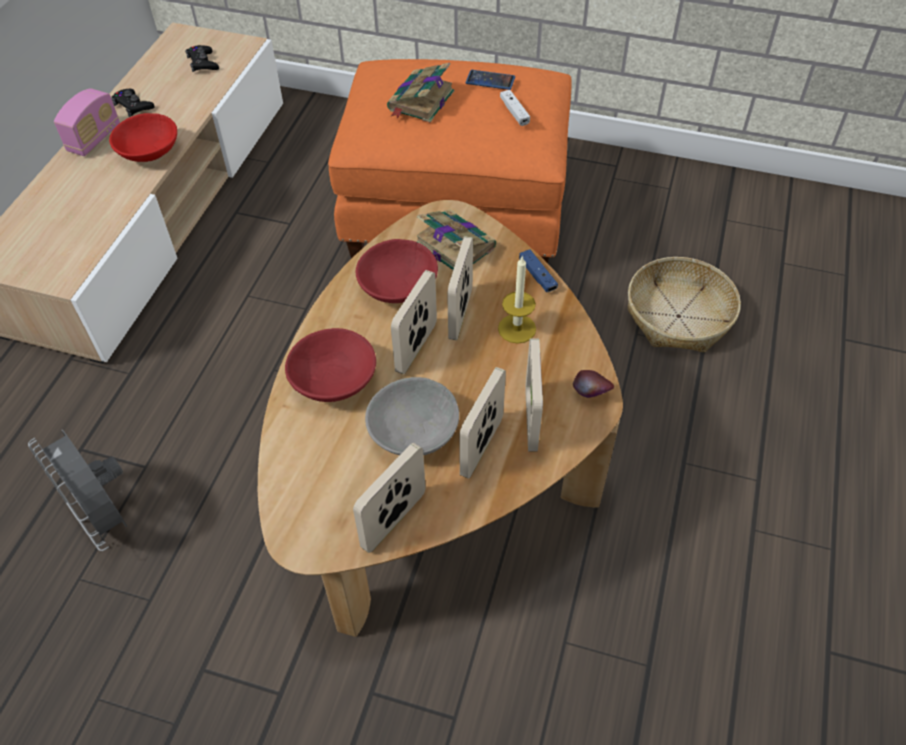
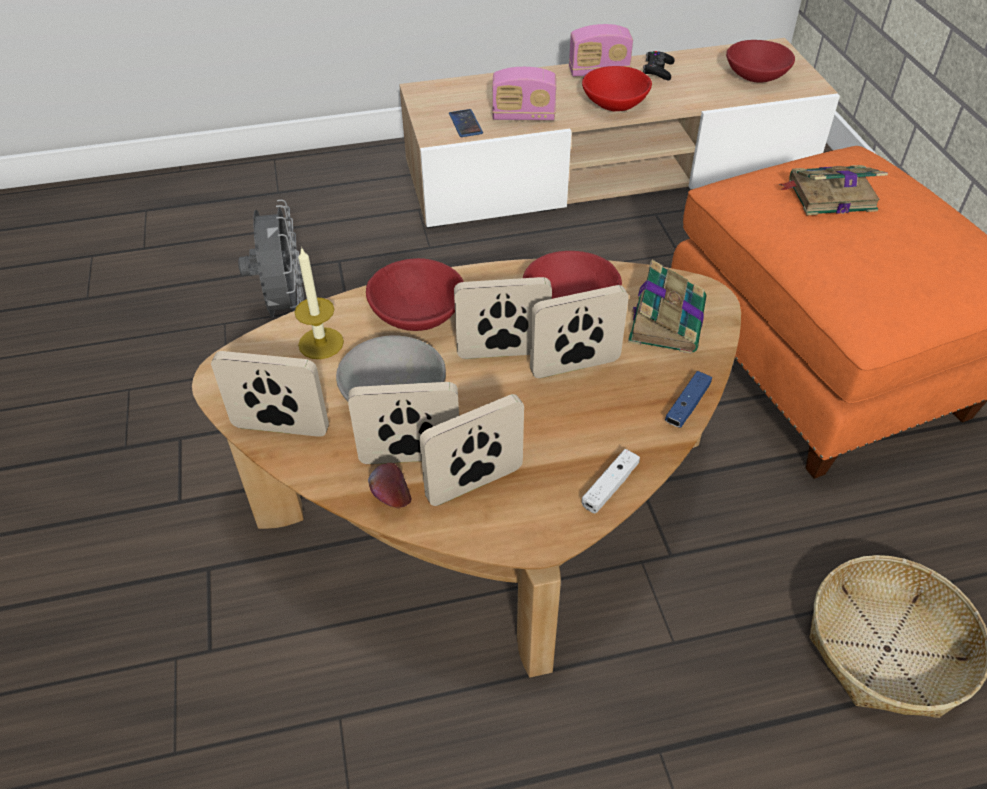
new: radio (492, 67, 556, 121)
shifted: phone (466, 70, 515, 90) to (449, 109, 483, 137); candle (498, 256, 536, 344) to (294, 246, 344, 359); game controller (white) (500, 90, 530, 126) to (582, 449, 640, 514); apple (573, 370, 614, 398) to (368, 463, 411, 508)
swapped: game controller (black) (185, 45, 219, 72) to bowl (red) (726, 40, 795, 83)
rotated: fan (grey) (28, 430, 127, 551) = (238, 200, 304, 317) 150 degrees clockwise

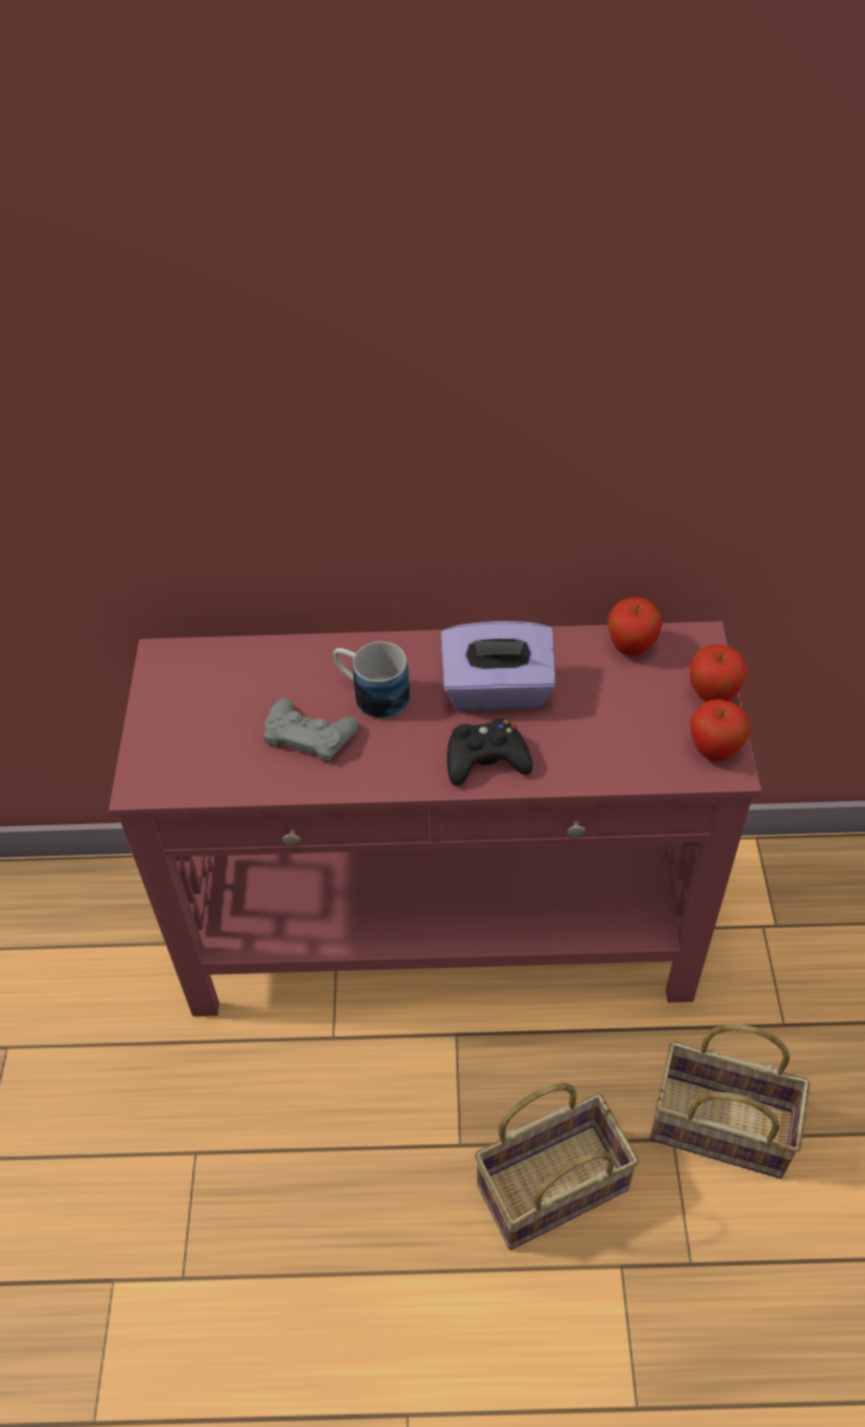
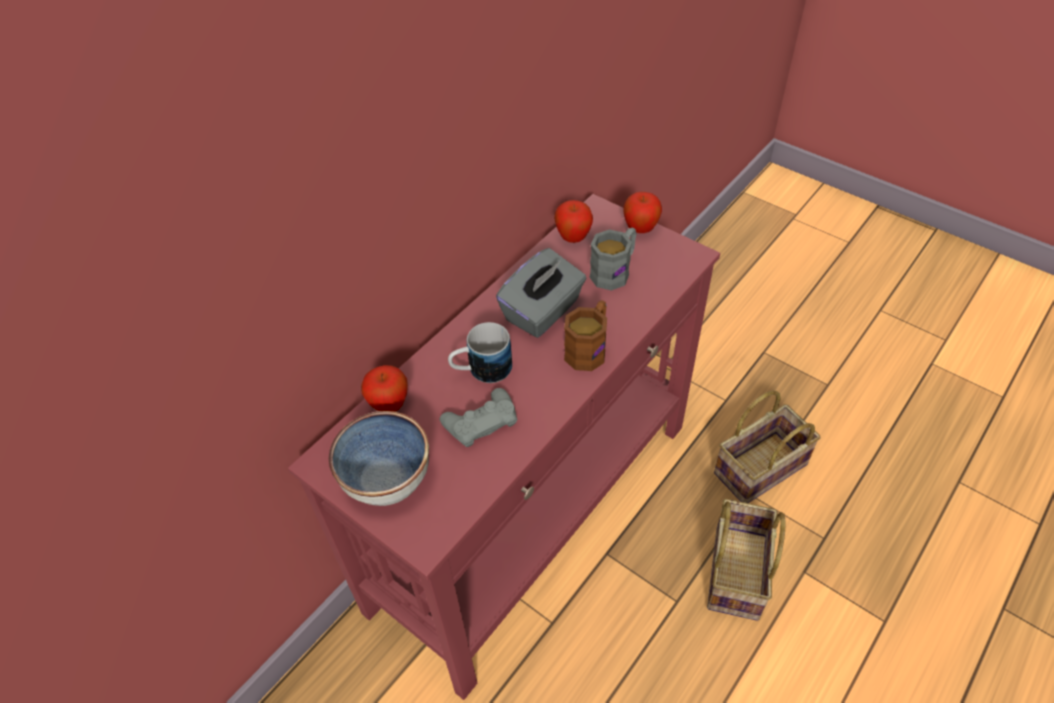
new: bowl (329, 411, 429, 506); mug (grey) (590, 228, 636, 291)
shifted: apple (690, 699, 751, 761) to (361, 365, 408, 412)
swapped: game controller (black) (447, 719, 533, 786) to mug (brown) (564, 300, 607, 371)
repainted: tissue box (purple) (441, 621, 556, 710) to tissue box (grey) (496, 248, 586, 338)

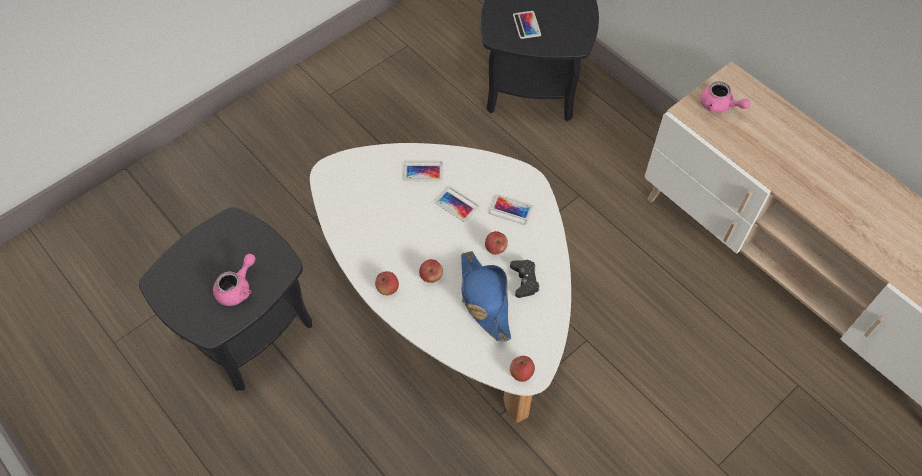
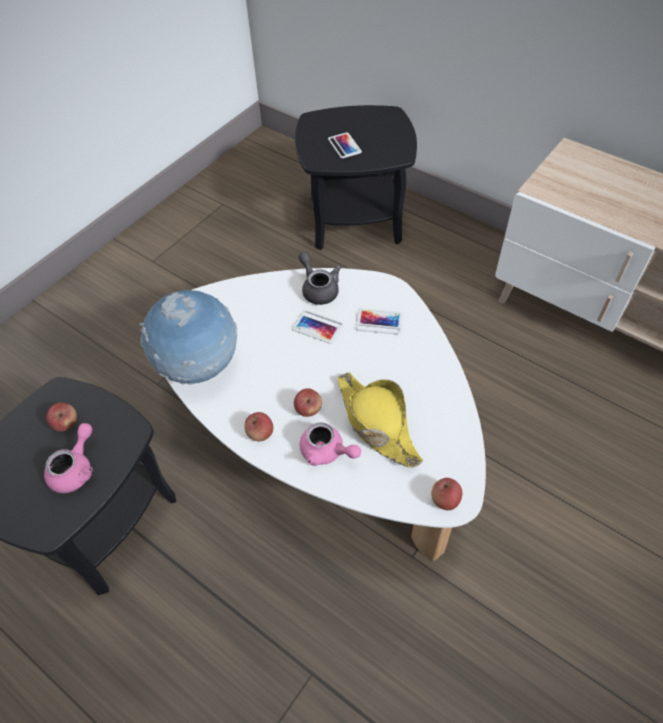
gone: phone (403, 161, 443, 181); game controller (black) (510, 260, 539, 298)
new: globe (140, 290, 237, 385); teapot (grey) (299, 252, 341, 305)
shifted: apple (485, 231, 508, 255) to (46, 403, 77, 432); teapot (pink) (700, 81, 751, 113) to (300, 422, 361, 466)
repainted: hat (blue) (461, 251, 511, 342) to hat (yellow) (338, 372, 423, 468)

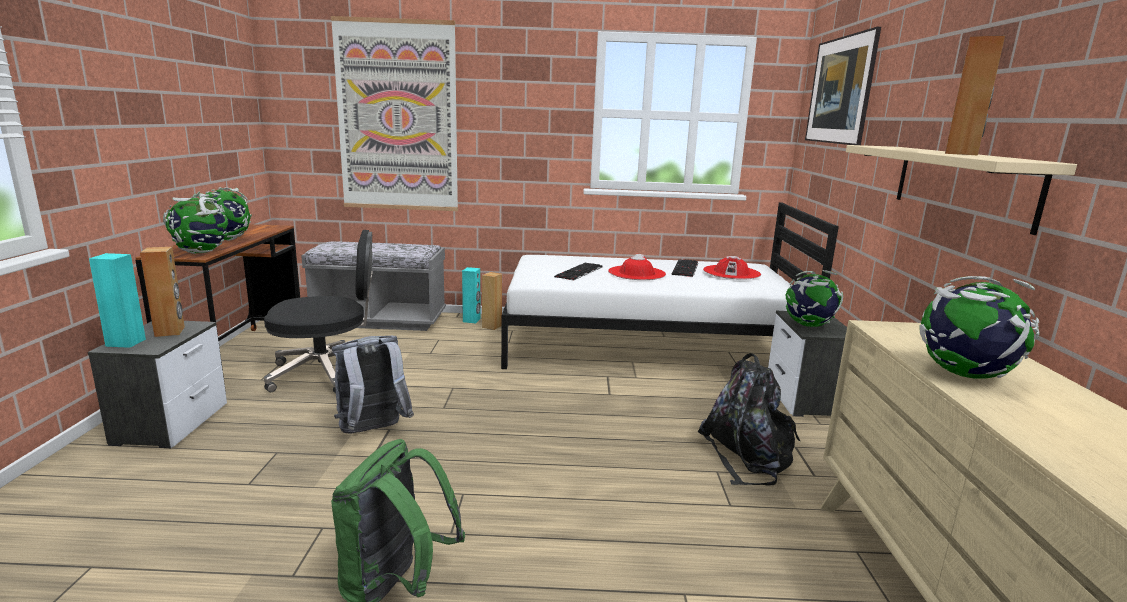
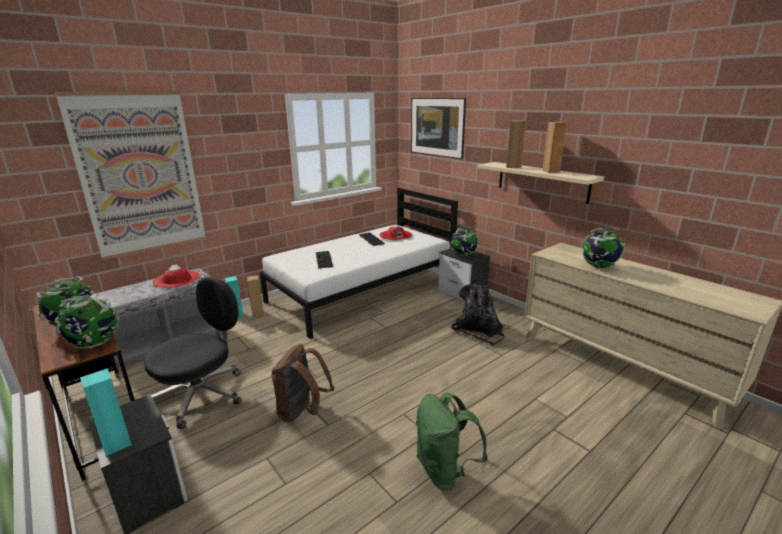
shifted: speaker (brown) (140, 247, 185, 337) to (506, 120, 526, 169); hat (red) (608, 254, 666, 280) to (152, 264, 200, 288)
repainted: backpack (grey) (332, 336, 414, 434) to backpack (brown) (271, 344, 334, 423)

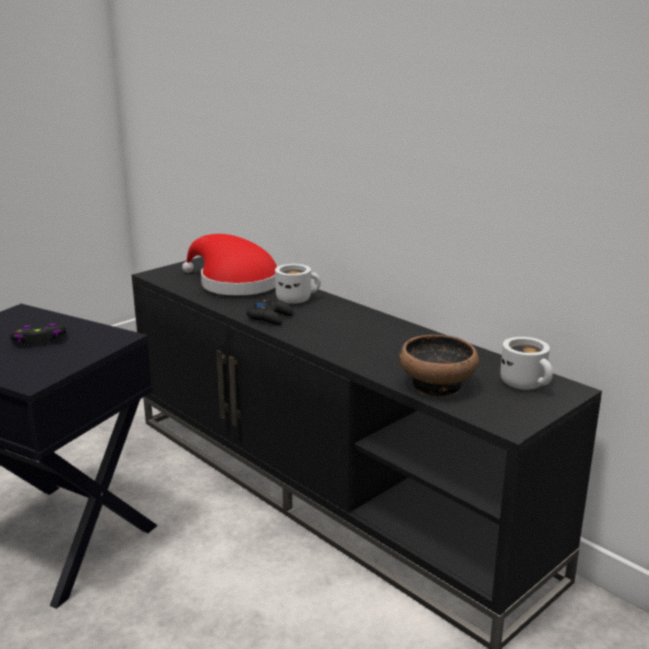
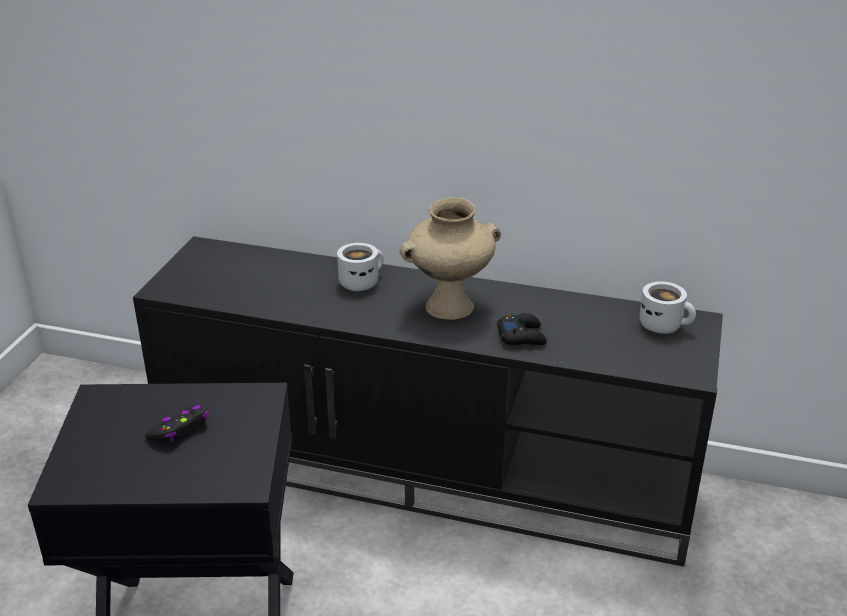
gone: hat (red) (182, 234, 278, 295); bowl (399, 334, 479, 396)
new: vase (beige) (400, 198, 501, 320)
shifted: game controller (black) (246, 300, 294, 325) to (497, 313, 547, 345)

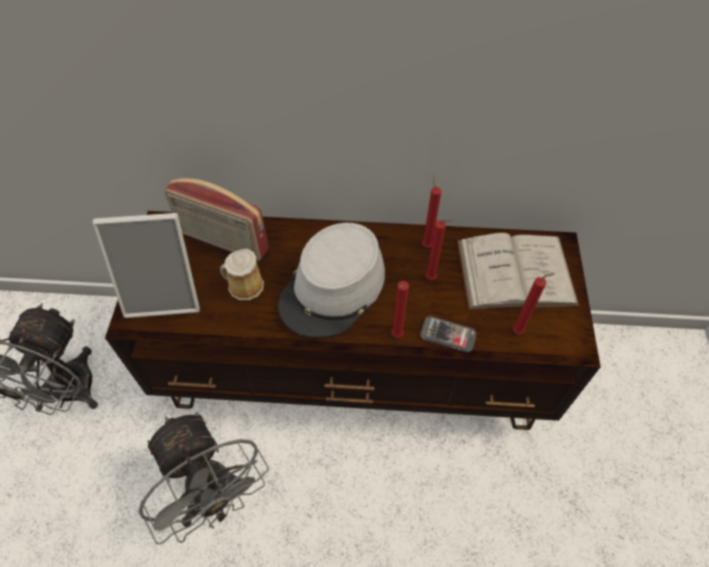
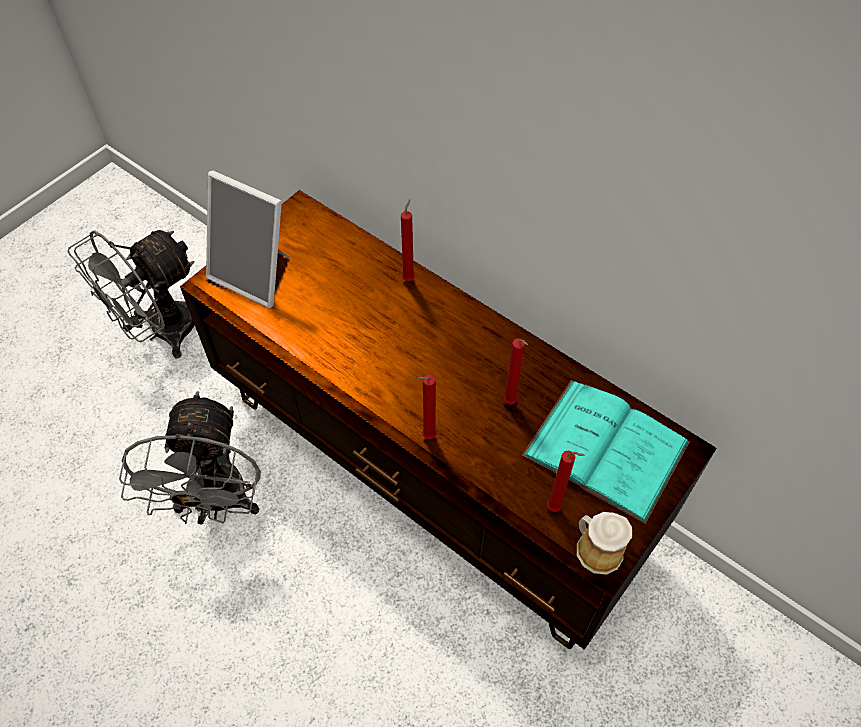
gone: radio (164, 178, 269, 261); hat (grey) (278, 223, 385, 338); phone (420, 316, 477, 352)
shifted: mug (220, 248, 264, 300) to (577, 512, 632, 575); candle (red) (422, 176, 441, 248) to (401, 199, 415, 281)
repainted: book (white) (458, 233, 579, 309) to book (turquoise) (522, 381, 689, 524)

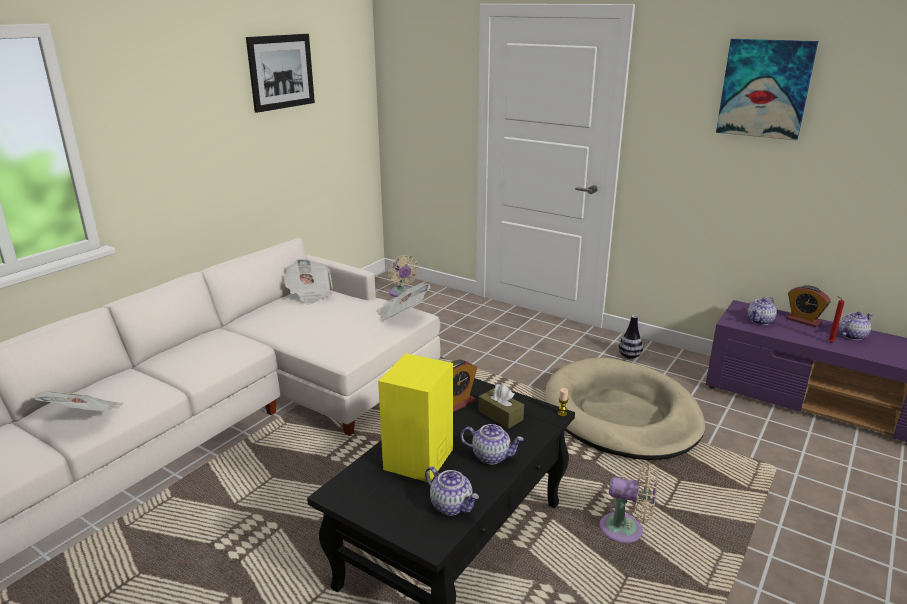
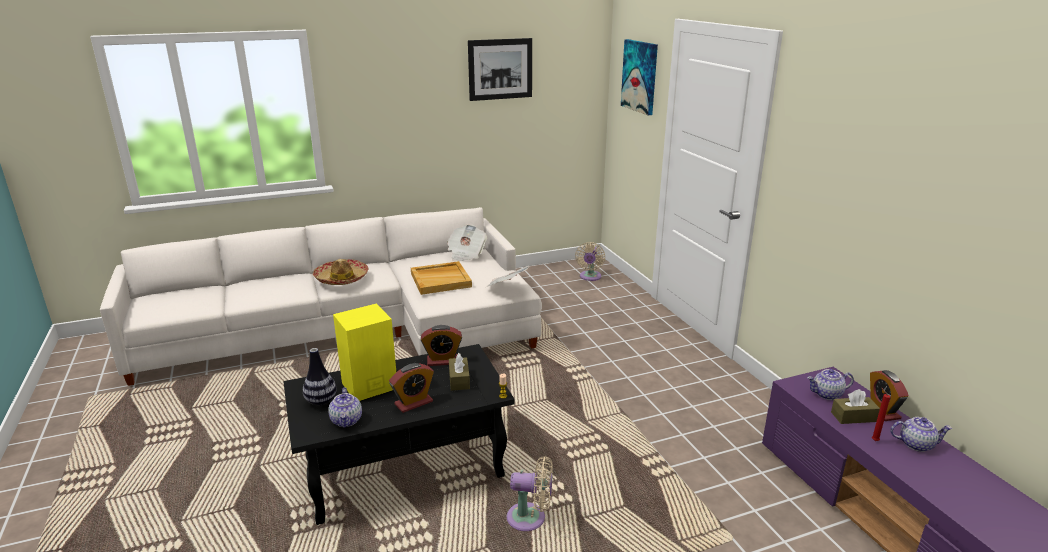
gone: newspaper (34, 391, 123, 411); dog bed (beige) (545, 358, 705, 460)
new: hat (313, 259, 368, 285); tray (beige) (411, 261, 472, 295); tissue box (brown) (831, 389, 880, 424)
shifted: vase (618, 315, 643, 359) to (303, 348, 336, 405); picture (716, 39, 818, 140) to (621, 39, 658, 115)
swapped: teapot (461, 424, 524, 464) to alarm clock (389, 363, 434, 413)
rotated: fan (beige) (600, 463, 657, 543) = (506, 456, 553, 531) 45 degrees counterclockwise

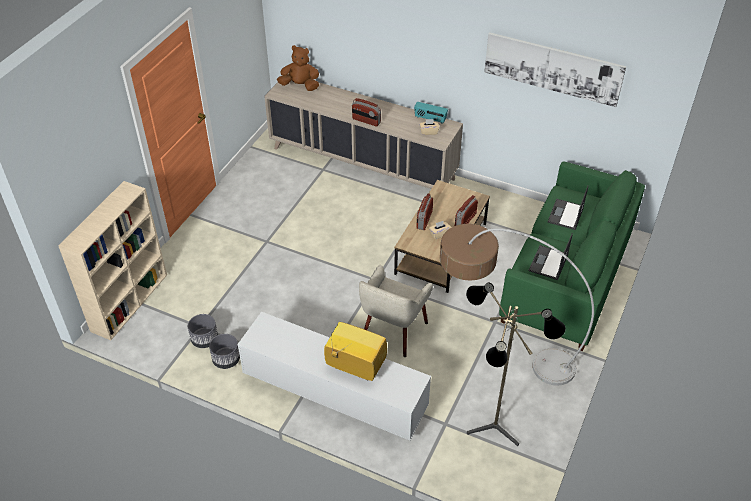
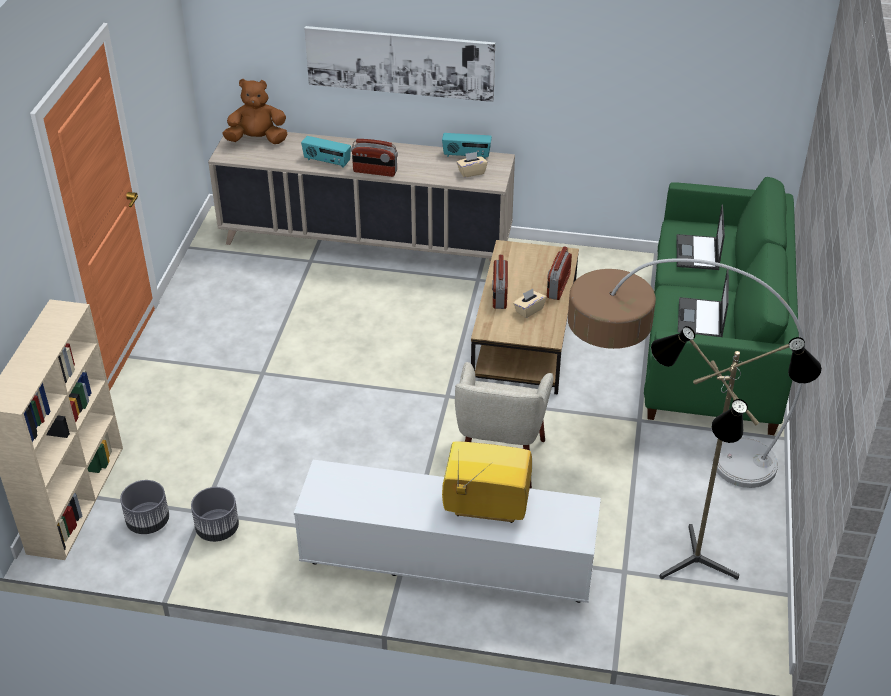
new: radio (301, 136, 351, 168)
shifted: planter (grey) (209, 334, 240, 369) to (120, 480, 169, 534); picture (484, 32, 626, 107) to (305, 26, 495, 102)

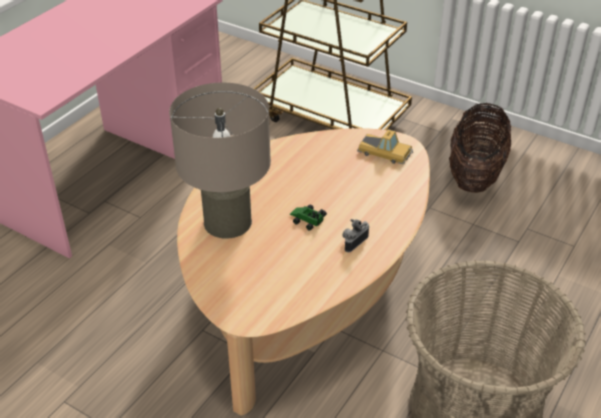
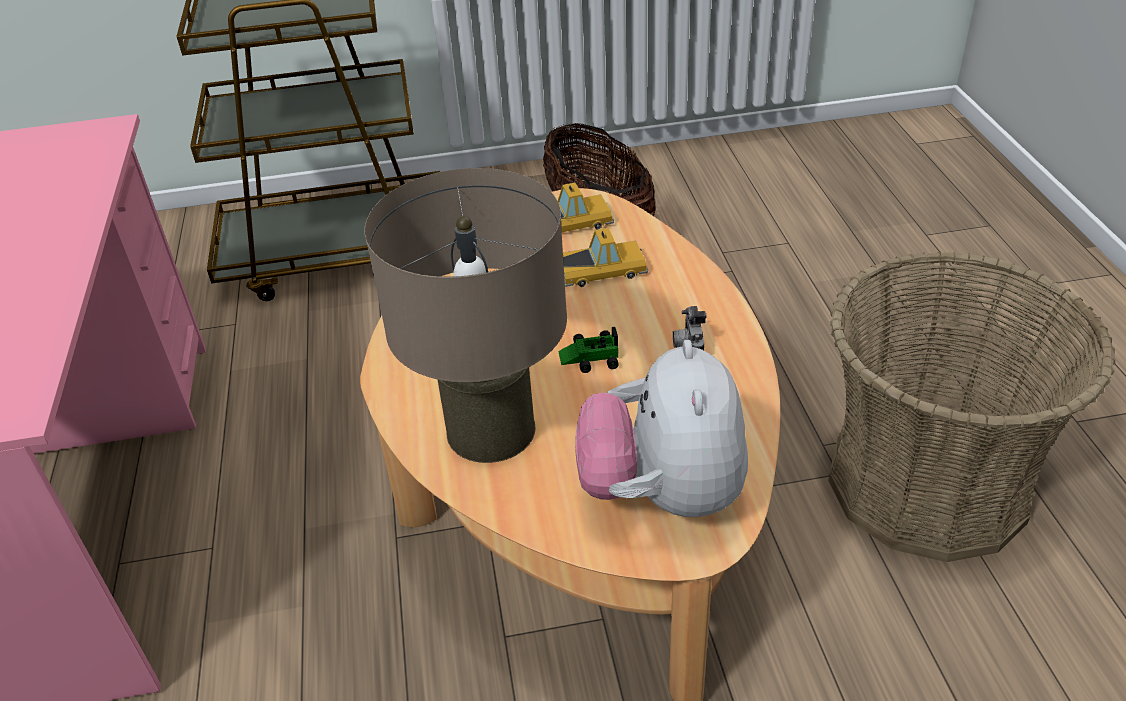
new: toy car (563, 228, 648, 287); plush toy (575, 340, 748, 517)

